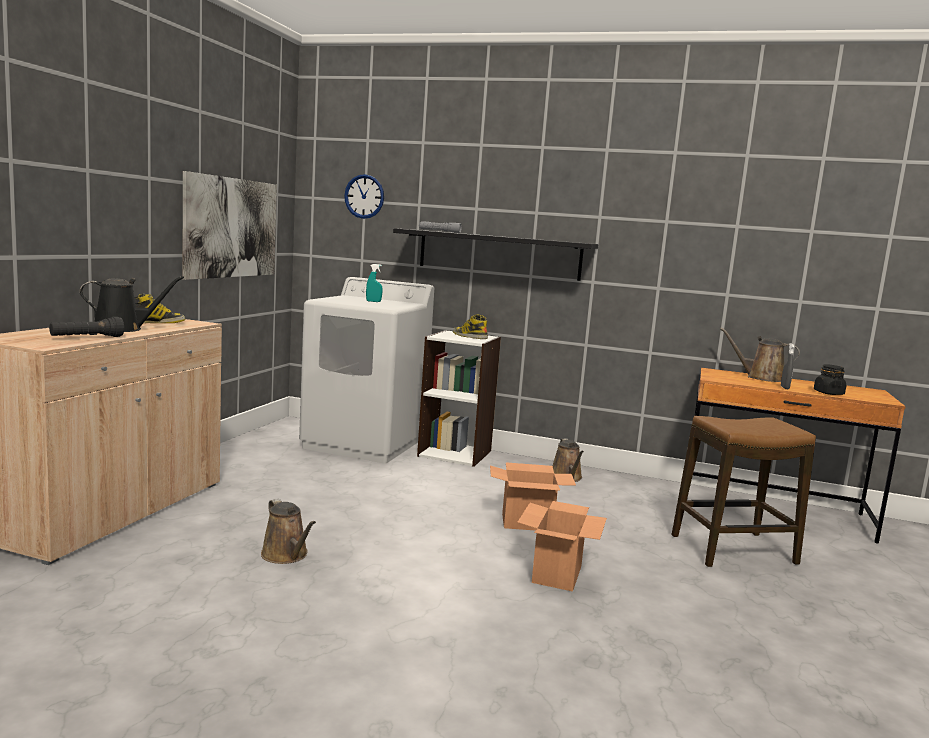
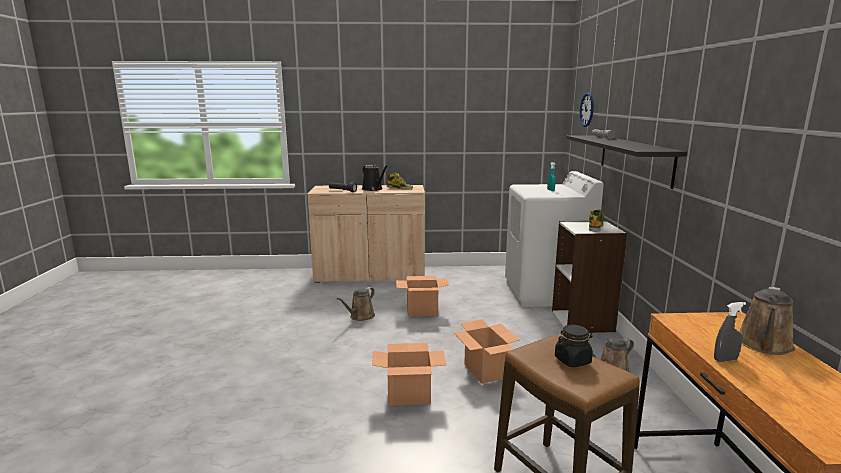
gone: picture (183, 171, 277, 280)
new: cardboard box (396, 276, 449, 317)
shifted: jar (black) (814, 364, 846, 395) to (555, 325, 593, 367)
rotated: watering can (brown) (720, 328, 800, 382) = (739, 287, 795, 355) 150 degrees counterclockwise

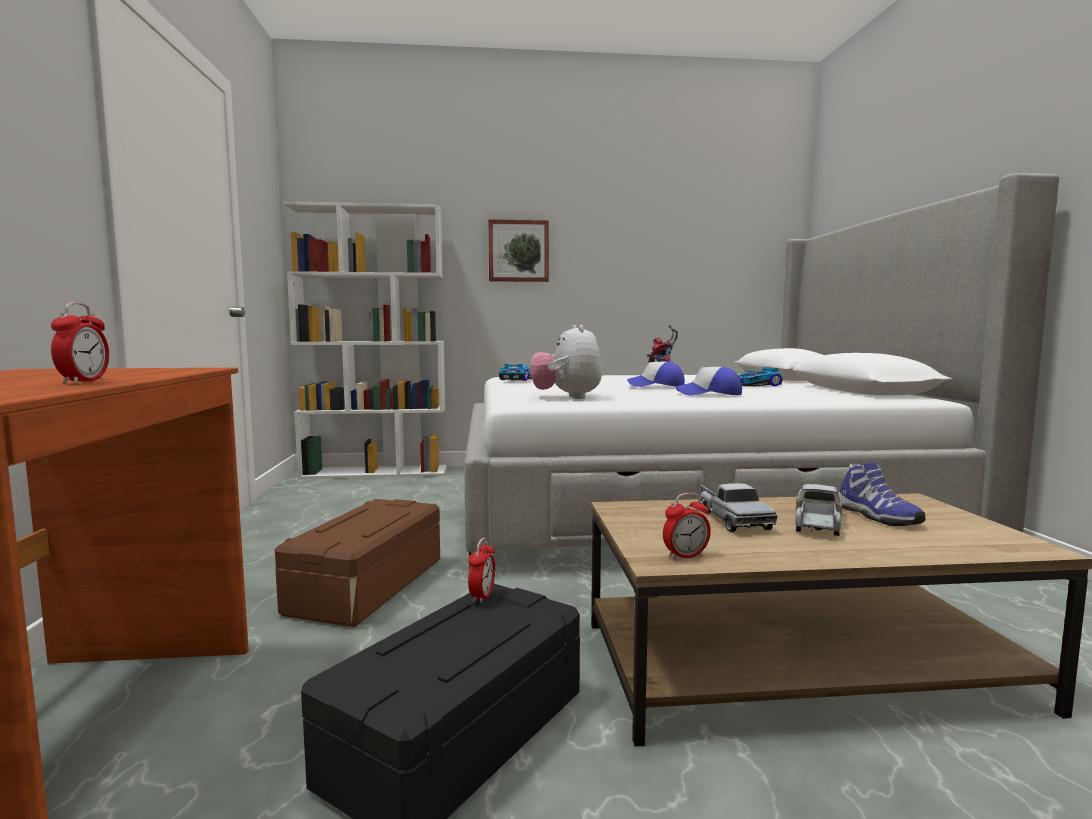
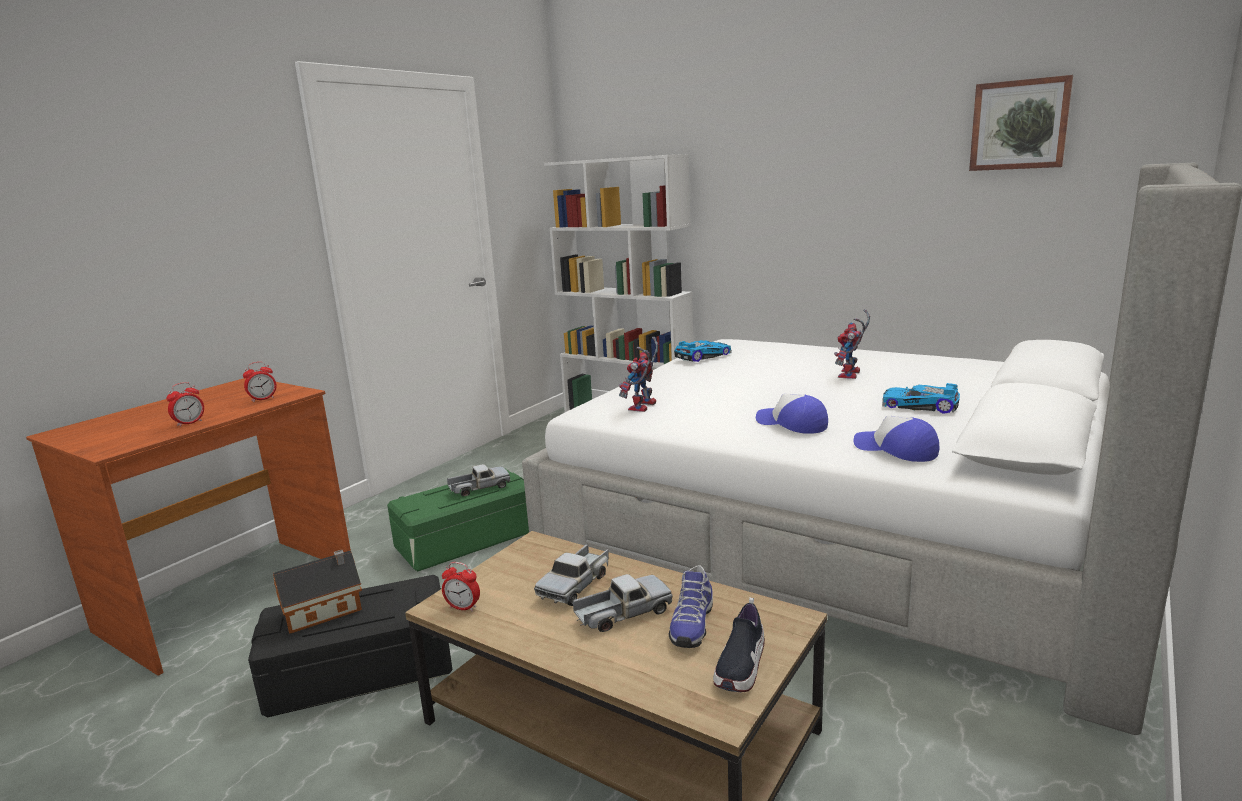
new: toy house (273, 550, 362, 634); toy truck (447, 464, 510, 496); shoe (713, 597, 765, 692)
shifted: alarm clock (468, 538, 495, 603) to (243, 362, 276, 402); picture (488, 219, 549, 282) to (969, 75, 1073, 171); cap (627, 362, 685, 387) to (853, 416, 940, 462)
swapped: plush toy (530, 325, 602, 399) to toy robot (619, 337, 658, 412)
repainted: storage box (brown) (275, 499, 440, 627) to storage box (green) (387, 469, 529, 571)

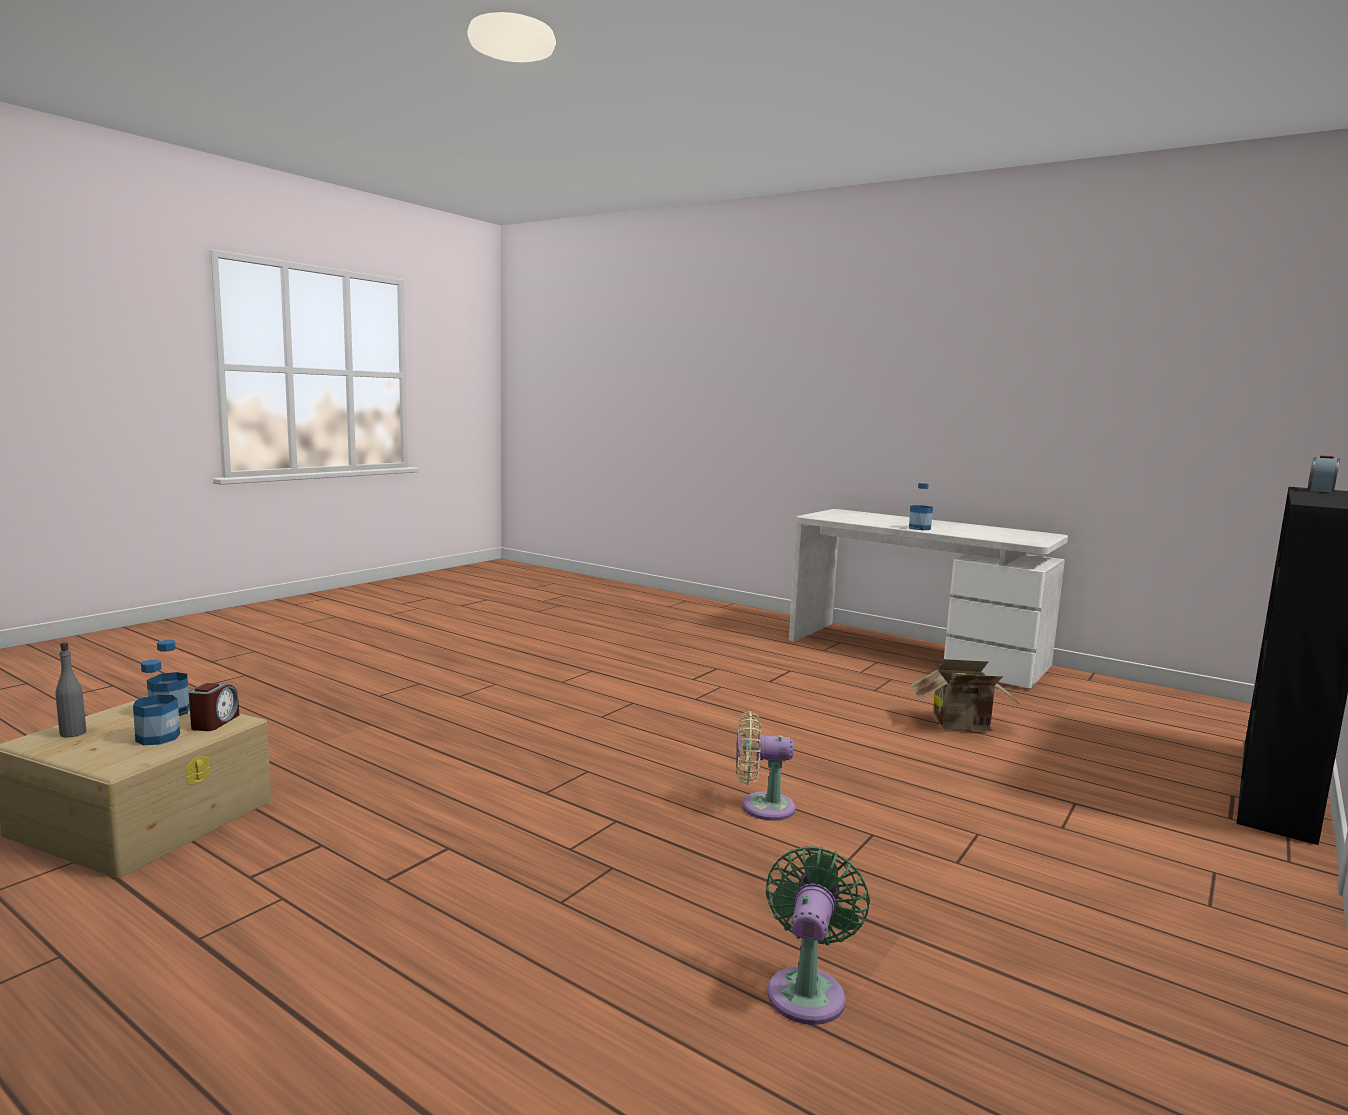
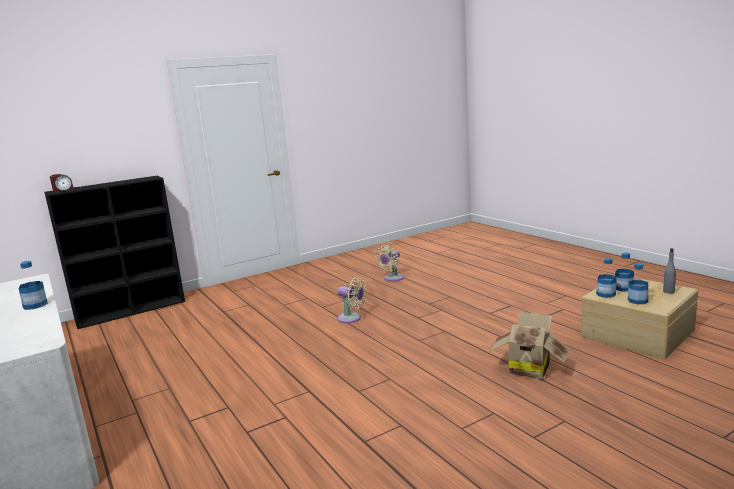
shifted: cardboard box (910, 659, 1020, 731) to (489, 312, 569, 379)
swapped: alarm clock (189, 683, 239, 731) to bottle (596, 258, 617, 298)
repainted: fan (green) (766, 846, 870, 1025) to fan (beige) (376, 245, 404, 282)

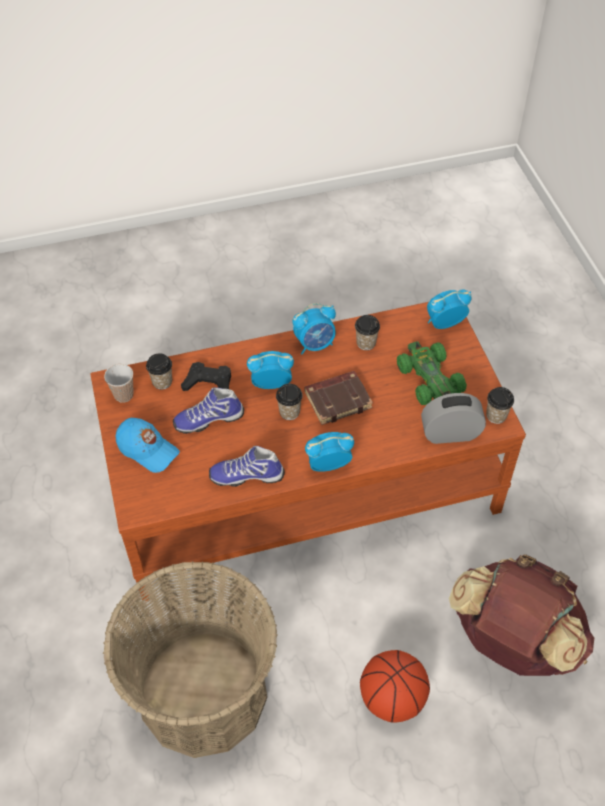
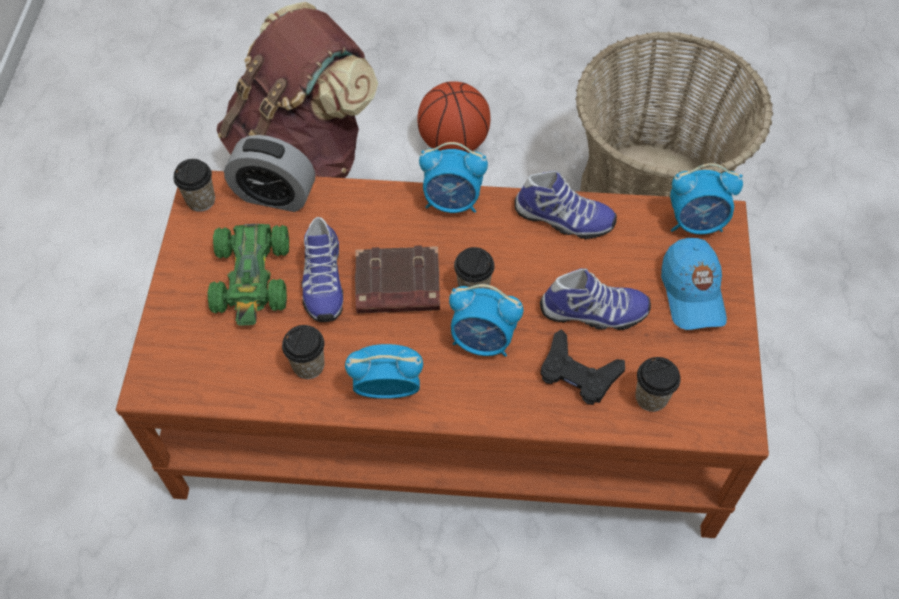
gone: cup (104, 364, 134, 403)
new: shoe (302, 217, 343, 322)
shifted: alarm clock (427, 290, 471, 329) to (670, 163, 743, 235)
rotated: cap (blue) (116, 418, 180, 473) = (661, 238, 727, 330) 150 degrees counterclockwise

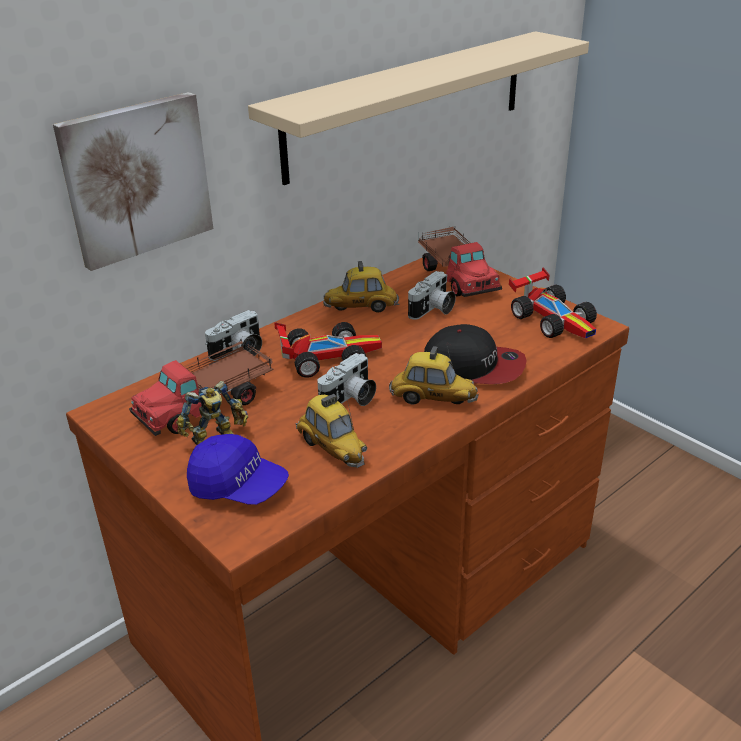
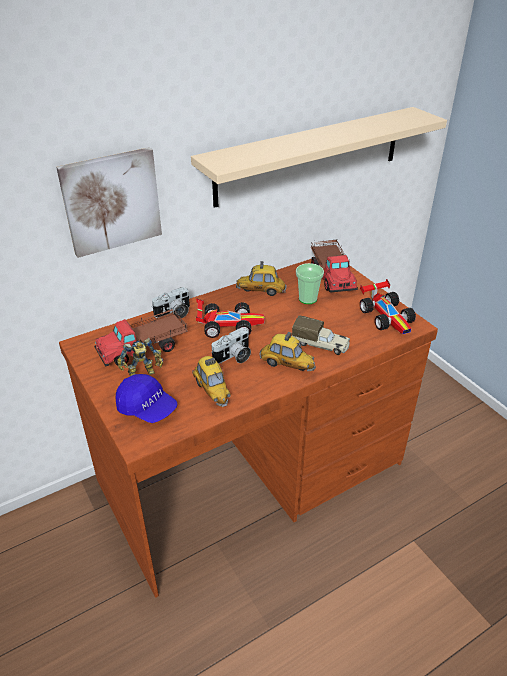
swapped: photo camera (408, 271, 456, 320) to cup (296, 263, 324, 304); cap (424, 324, 526, 384) to toy truck (292, 315, 350, 355)

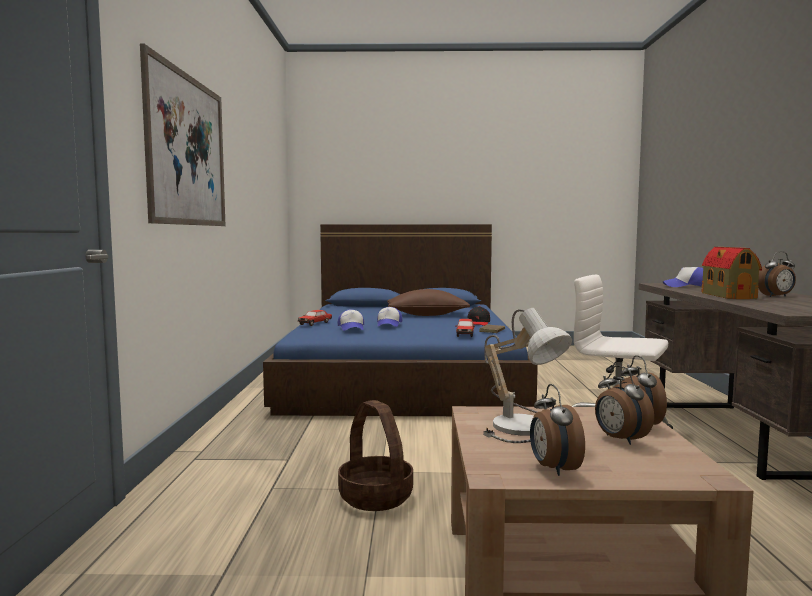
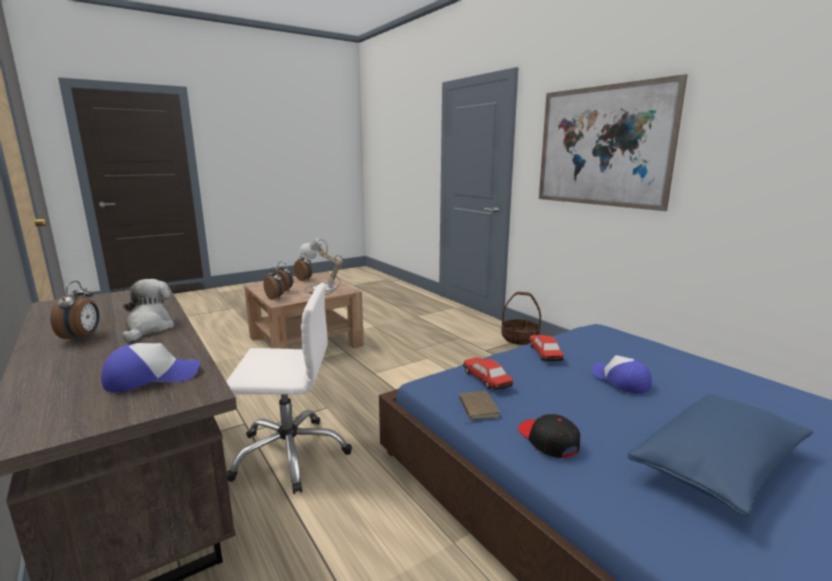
gone: cap (338, 309, 364, 331)
shifted: toy car (298, 310, 332, 326) to (529, 335, 564, 361); basket (338, 400, 413, 511) to (501, 292, 541, 345)
swapped: toy house (702, 247, 762, 299) to plush toy (122, 279, 174, 342)
repainted: pillow (brown) (387, 289, 470, 316) to pillow (blue) (627, 394, 813, 516)
rotated: alarm clock (758, 251, 796, 297) = (50, 281, 99, 342) 135 degrees clockwise

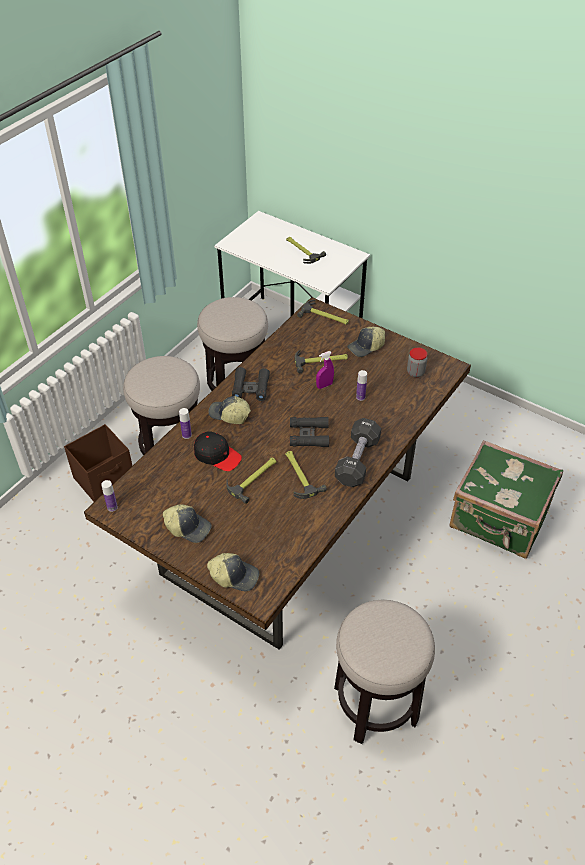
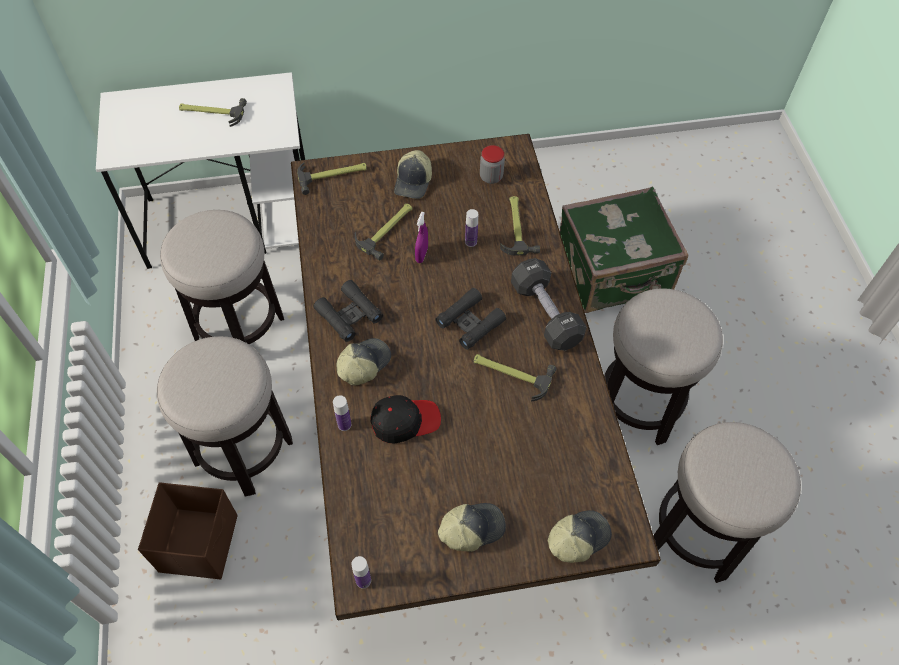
new: stool (604, 288, 723, 445)
shifted: hammer (226, 457, 276, 504) to (500, 196, 540, 256)
rotated: cap (208, 396, 251, 424) = (337, 338, 391, 386) 150 degrees clockwise

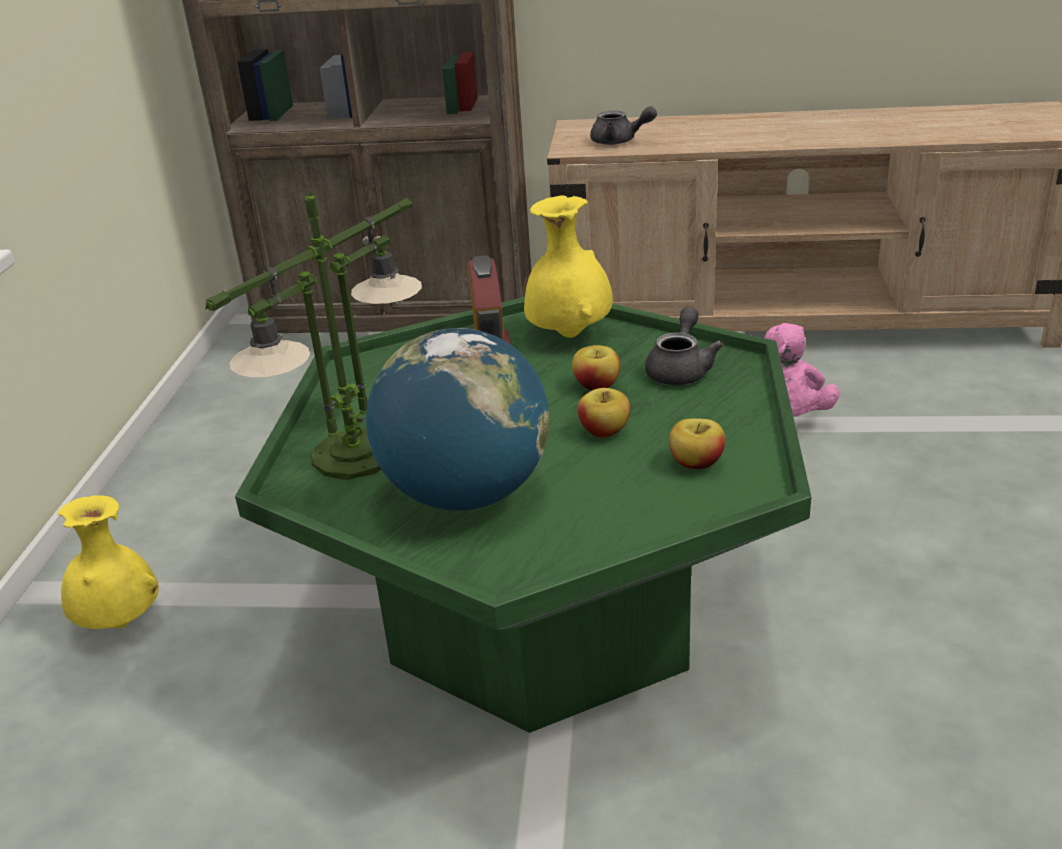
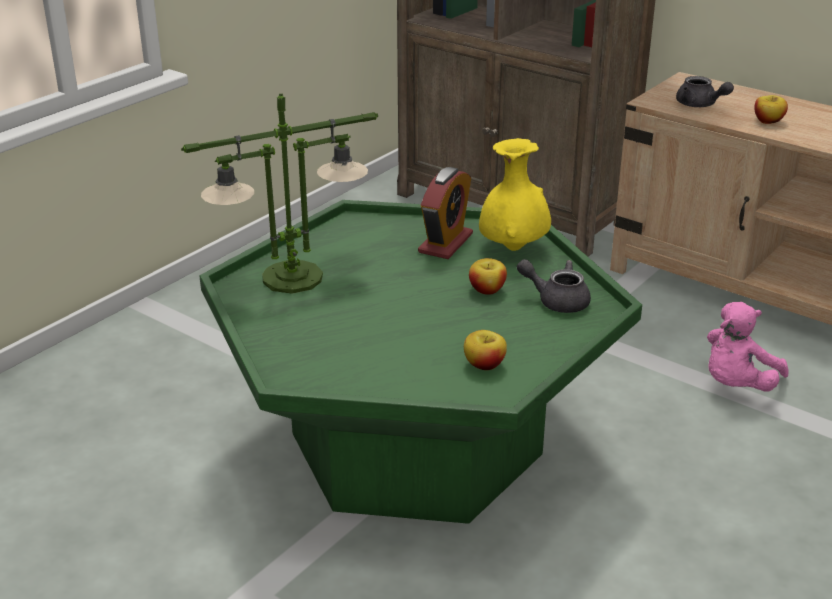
gone: vase (yellow) (57, 495, 159, 629); globe (366, 328, 549, 511)
shifted: apple (577, 388, 630, 438) to (754, 95, 788, 124)
rotated: teapot (grey) (645, 307, 724, 385) = (517, 259, 591, 313) 120 degrees counterclockwise

